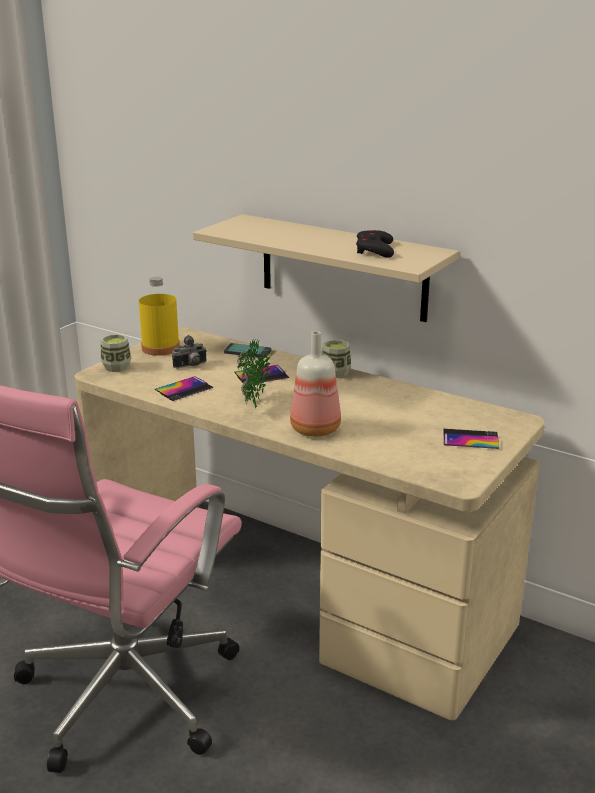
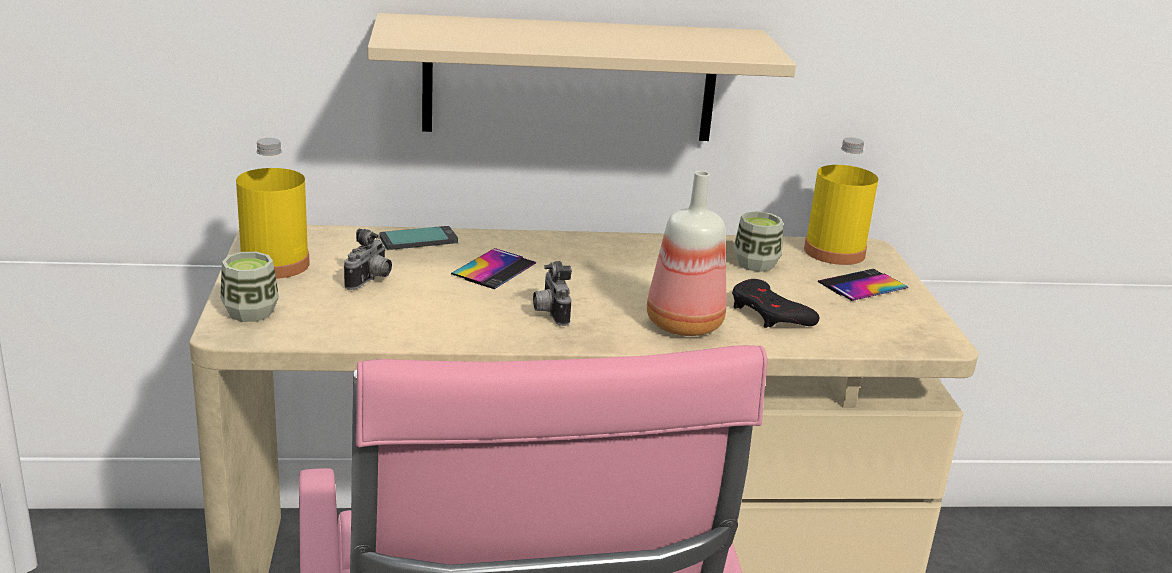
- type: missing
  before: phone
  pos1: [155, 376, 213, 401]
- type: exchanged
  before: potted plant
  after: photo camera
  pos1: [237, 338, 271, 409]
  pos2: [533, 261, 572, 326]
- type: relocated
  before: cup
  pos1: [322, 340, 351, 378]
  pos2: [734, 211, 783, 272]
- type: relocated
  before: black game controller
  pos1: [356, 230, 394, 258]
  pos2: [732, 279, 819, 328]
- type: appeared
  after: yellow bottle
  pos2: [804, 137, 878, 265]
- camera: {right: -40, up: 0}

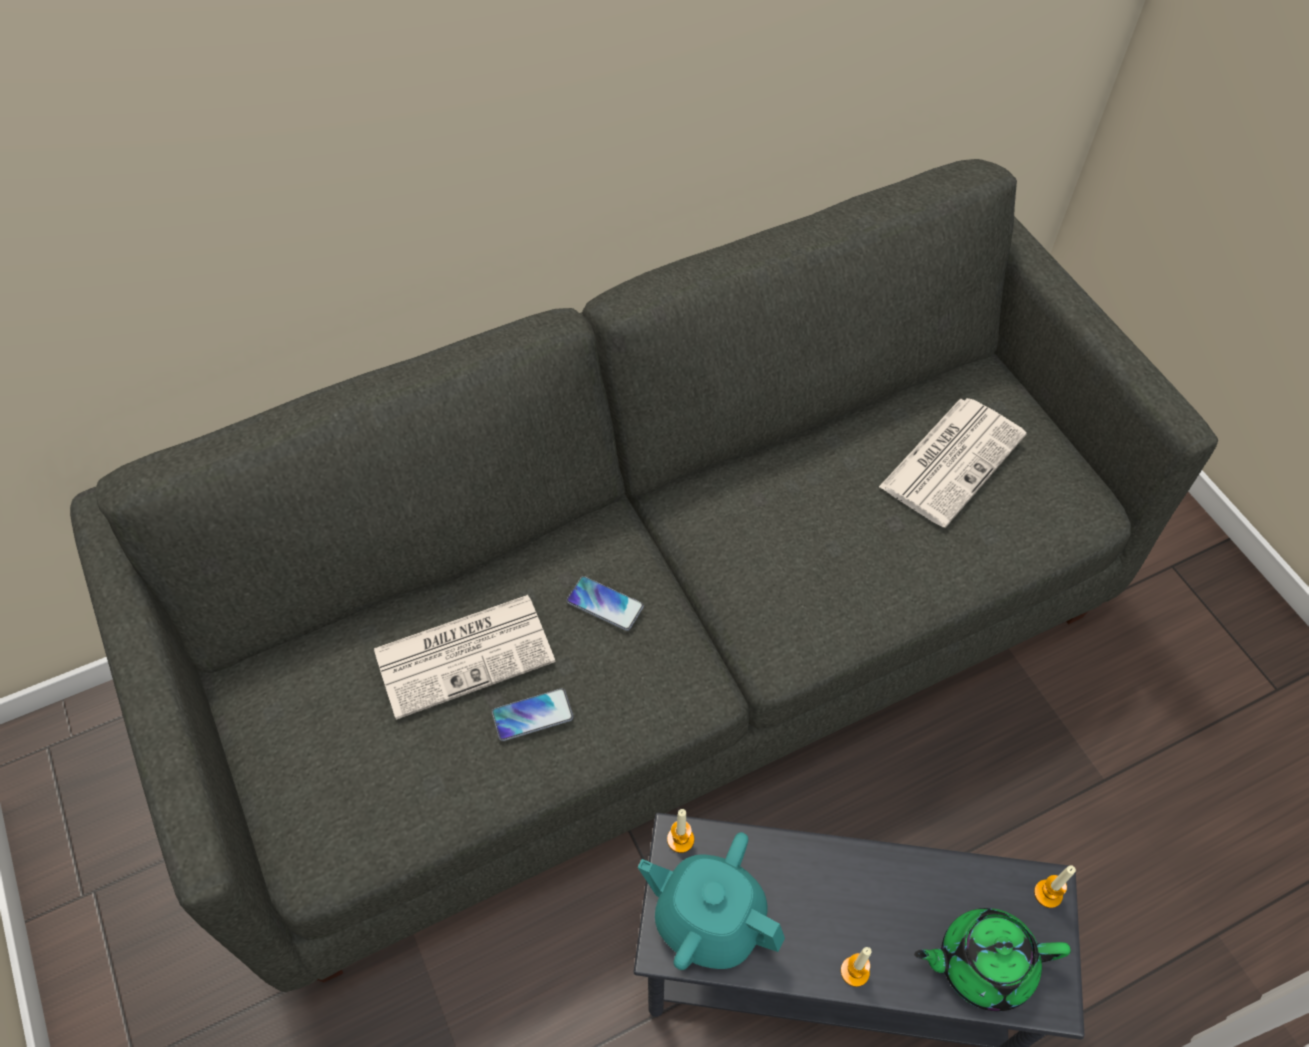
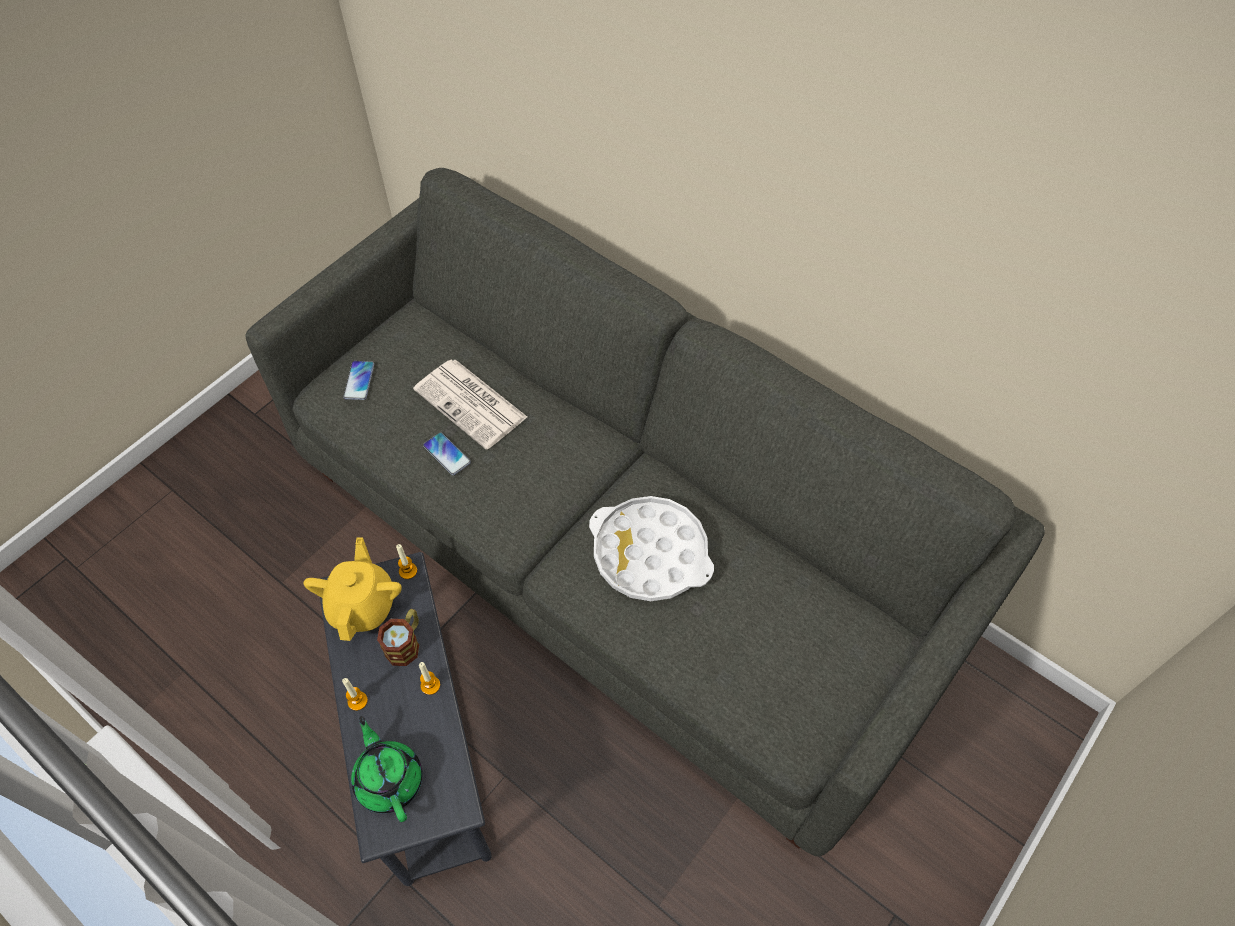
- type: relocated
  before: phone
  pos1: [567, 576, 644, 631]
  pos2: [343, 361, 374, 400]
- type: colour
  before: turquoise teapot
  after: yellow teapot
  pos1: [638, 832, 785, 970]
  pos2: [304, 538, 402, 641]
- type: missing
  before: newspaper
  pos1: [879, 398, 1027, 528]
- type: relocated
  before: candle
  pos1: [1034, 865, 1076, 908]
  pos2: [419, 662, 440, 695]
- type: appeared
  after: mug
  pos2: [377, 609, 419, 666]
- type: appeared
  after: white tray
  pos2: [589, 496, 714, 601]
- camera: {right: 65, up: 0}

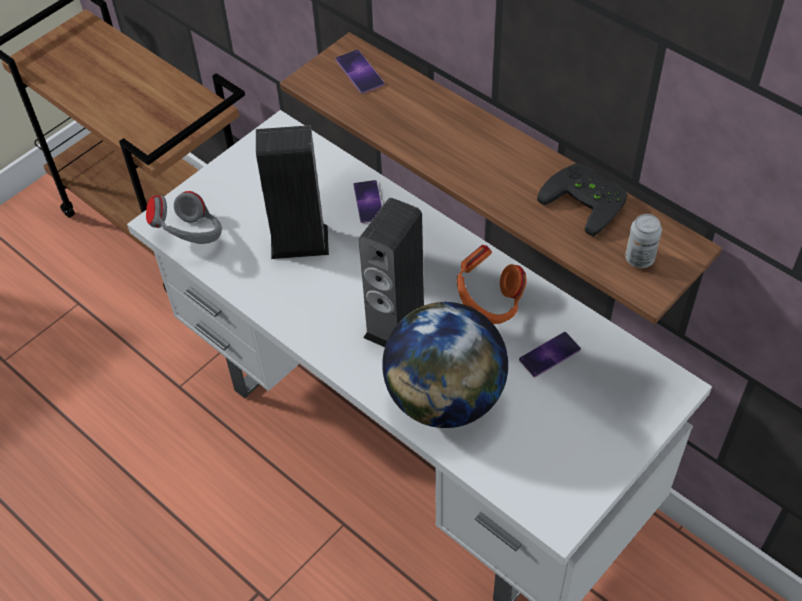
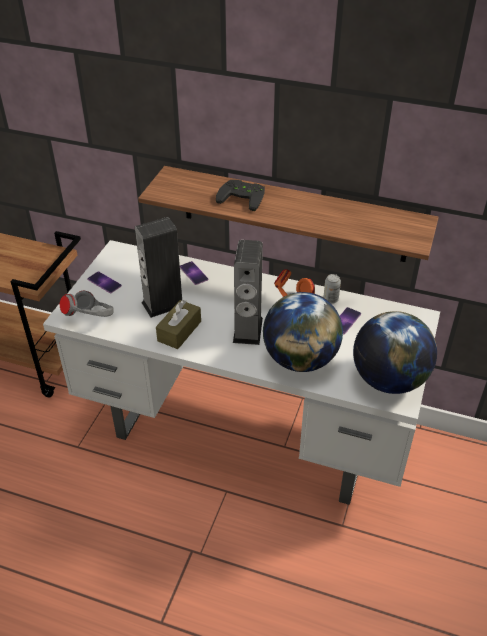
- type: relocated
  before: phone
  pos1: [335, 50, 385, 94]
  pos2: [87, 271, 122, 293]
- type: relocated
  before: black game controller
  pos1: [537, 163, 627, 237]
  pos2: [216, 180, 265, 211]
- type: relocated
  before: can
  pos1: [625, 214, 662, 268]
  pos2: [323, 274, 341, 304]
- type: appeared
  after: brown tissue box
  pos2: [156, 300, 201, 349]
- type: appeared
  after: globe
  pos2: [353, 311, 437, 394]
- camera: {right: -25, up: -10}

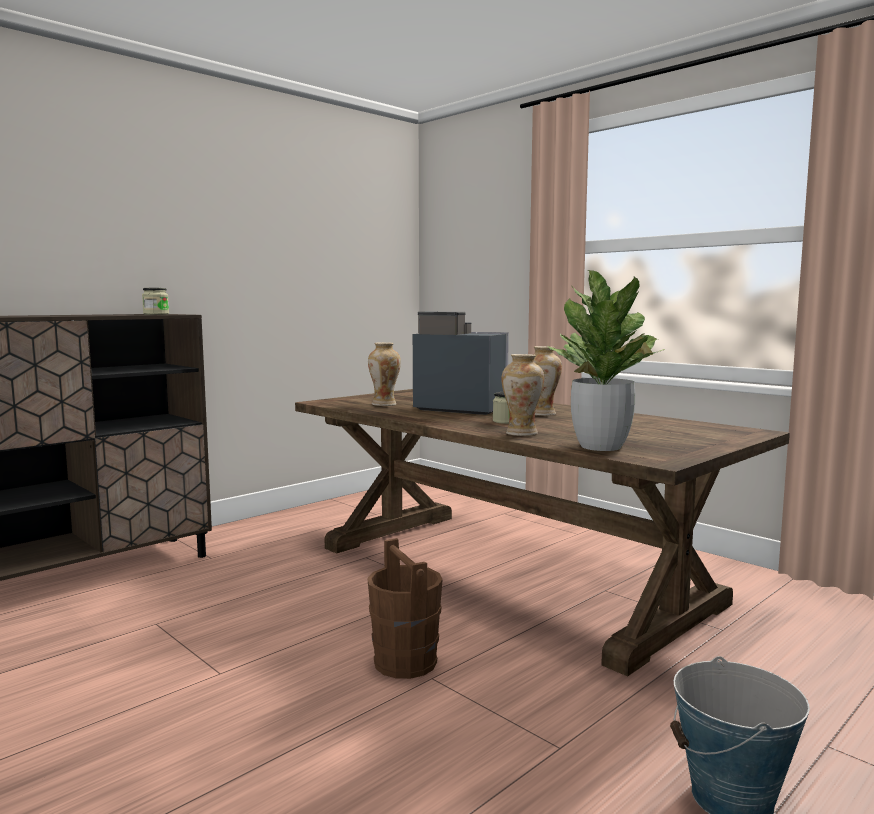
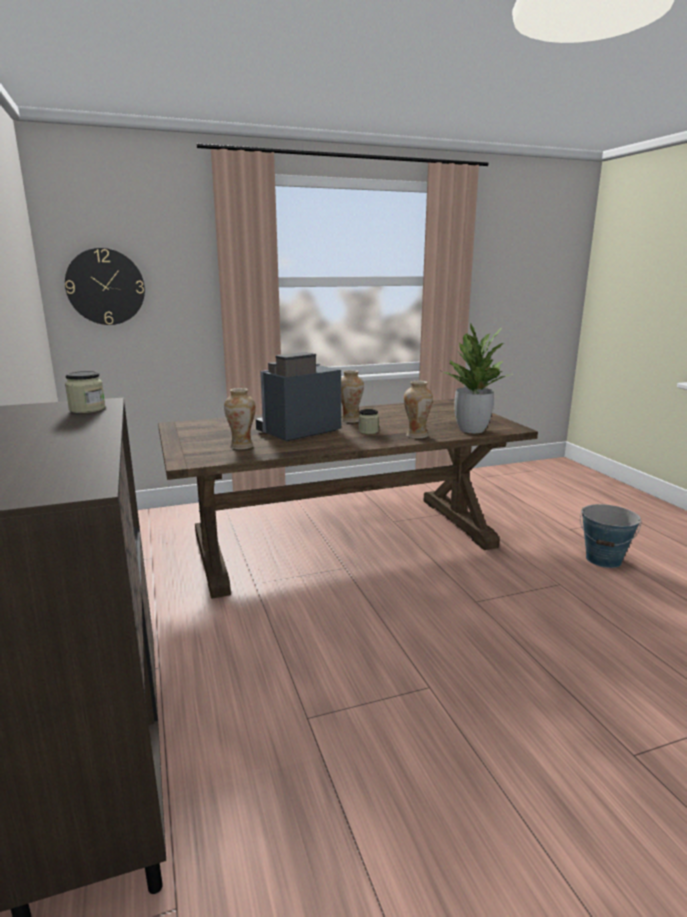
- type: missing
  before: brown bucket
  pos1: [367, 538, 443, 679]
- type: appeared
  after: wall clock
  pos2: [65, 248, 145, 325]
- camera: {right: -65, up: 10}

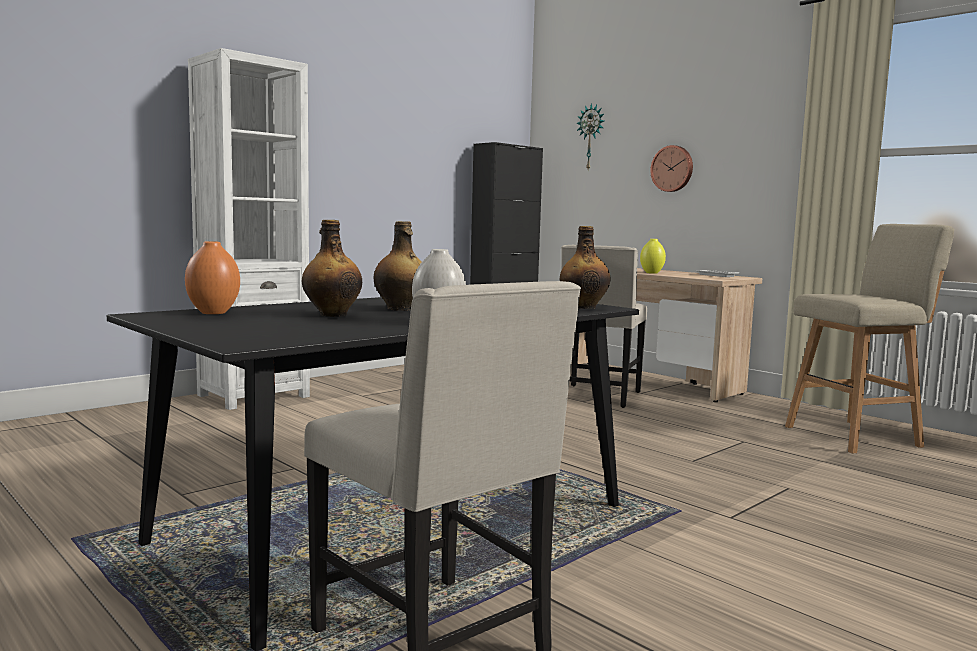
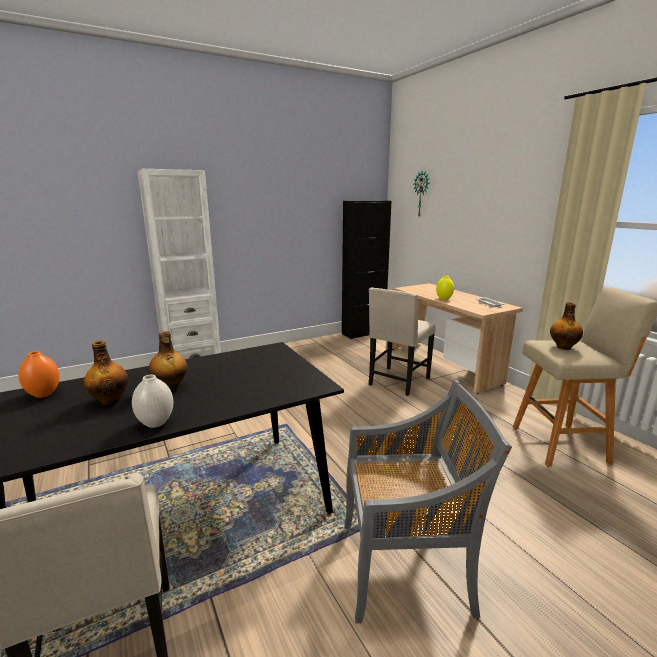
- type: relocated
  before: bottle
  pos1: [560, 226, 610, 309]
  pos2: [550, 302, 583, 350]
- type: missing
  before: wall clock
  pos1: [650, 145, 693, 192]
- type: appeared
  after: grey chair
  pos2: [345, 380, 512, 623]
- camera: {right: 15, up: 10}

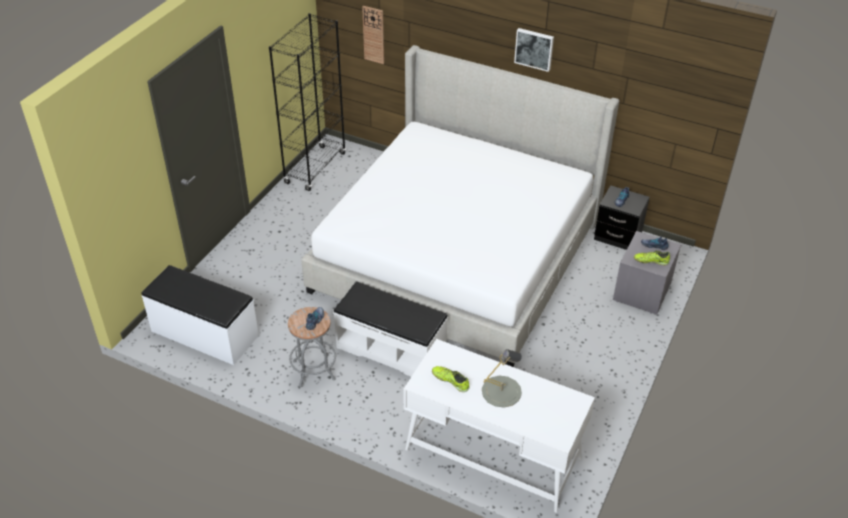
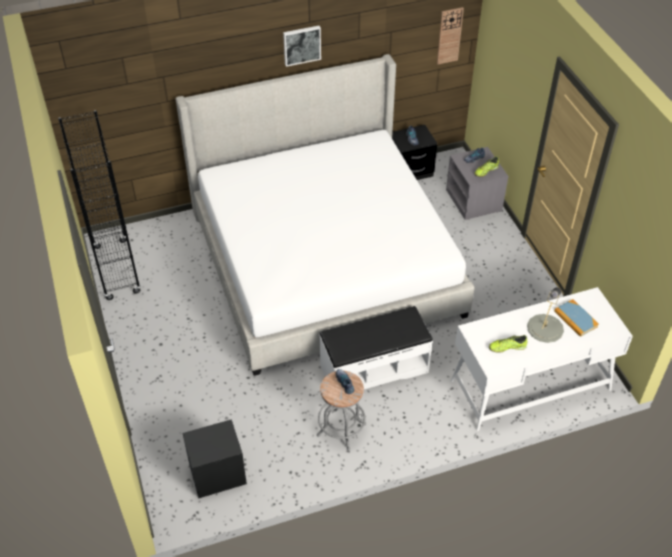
- type: exchanged
  before: white bench
  after: black nightstand
  pos1: [142, 265, 259, 365]
  pos2: [182, 419, 247, 498]
- type: relocated
  before: wall clock
  pos1: [362, 6, 384, 64]
  pos2: [437, 7, 464, 64]
- type: appeared
  after: book
  pos2: [554, 299, 599, 337]
- camera: {right: -45, up: 5}

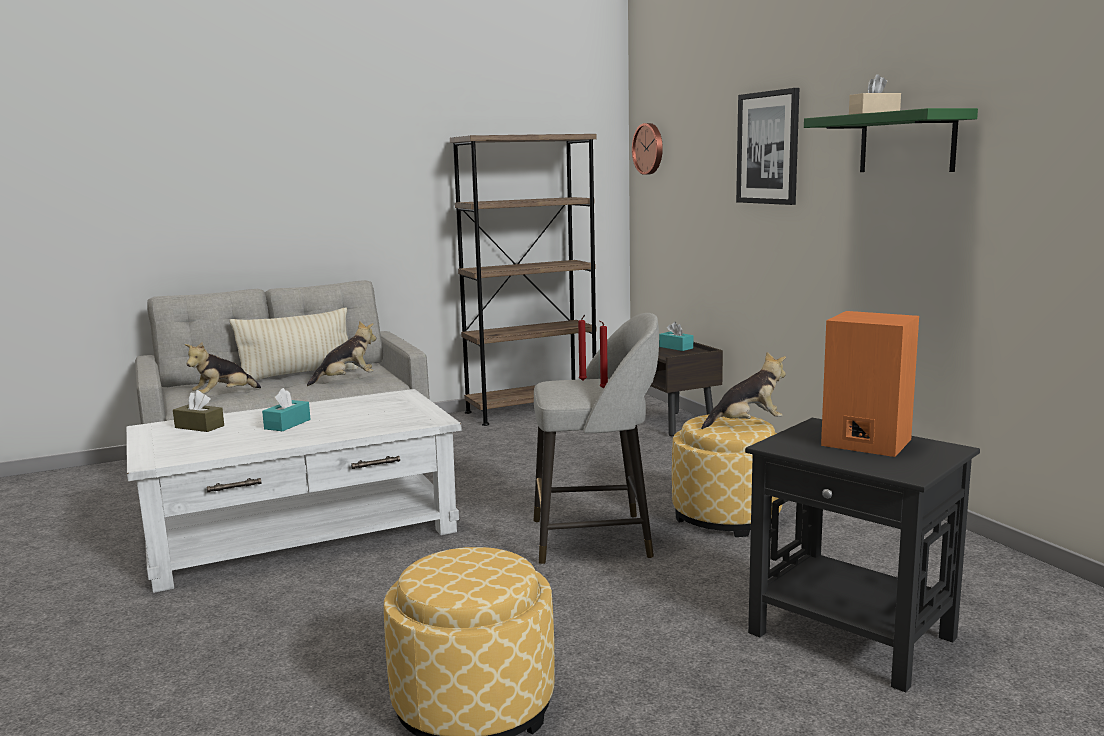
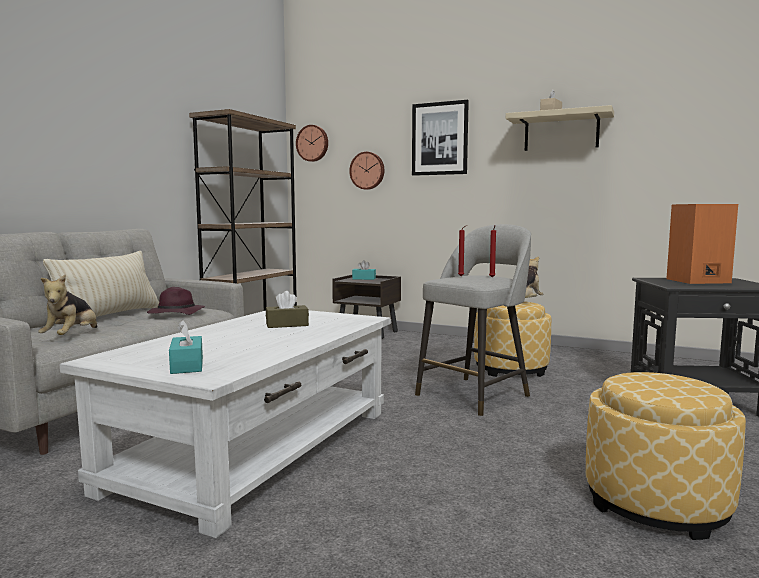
- type: relocated
  before: brown tissue box
  pos1: [173, 390, 224, 432]
  pos2: [266, 291, 309, 328]
- type: relocated
  before: turquoise tissue box
  pos1: [262, 388, 310, 431]
  pos2: [169, 320, 203, 374]
- type: exchanged
  before: plush toy
  after: purple hat
  pos1: [307, 321, 376, 386]
  pos2: [147, 287, 205, 315]
- type: colour
  before: green shelf
  after: beige shelf
  pos1: [804, 108, 978, 172]
  pos2: [506, 105, 614, 151]
- type: appeared
  after: wall clock
  pos2: [349, 152, 384, 190]
- camera: {right: -40, up: -5}

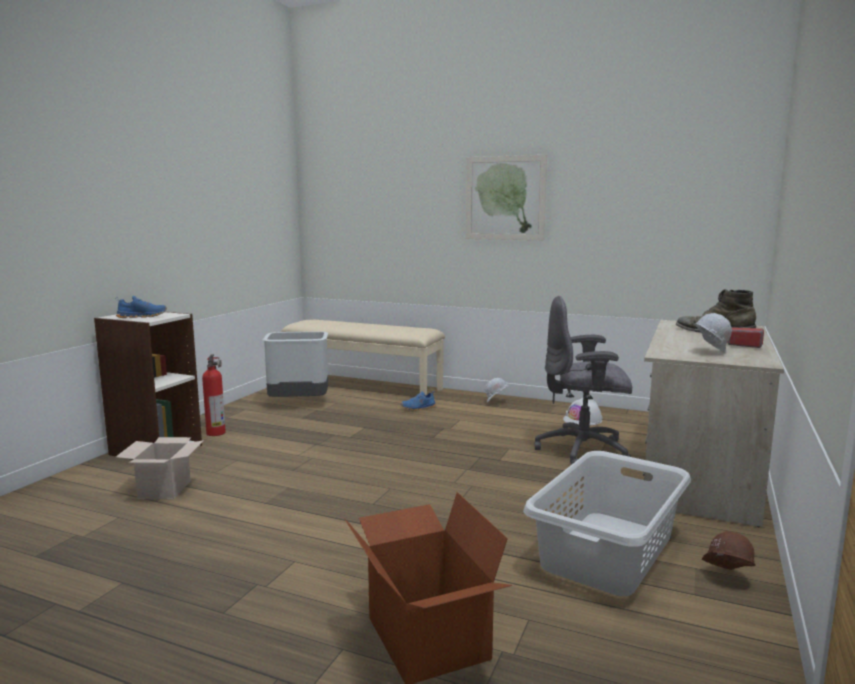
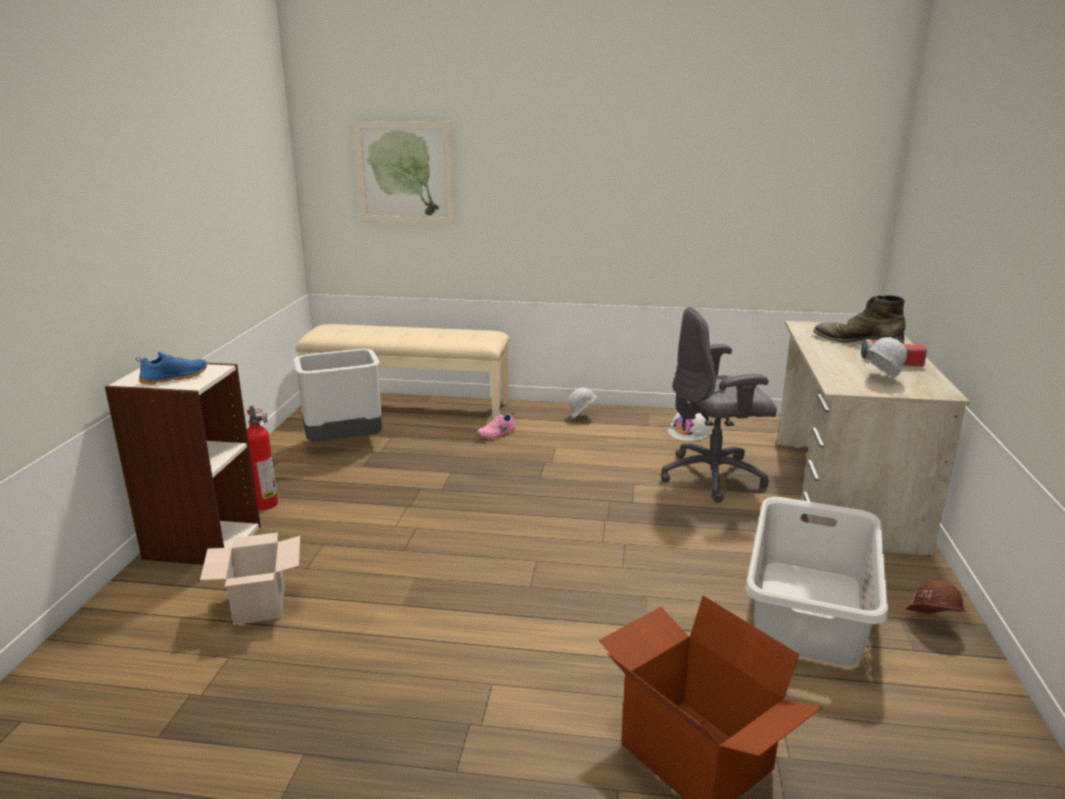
- type: colour
  before: blue shoe
  after: pink shoe
  pos1: [401, 391, 436, 411]
  pos2: [477, 412, 516, 439]
- type: relocated
  before: picture
  pos1: [466, 155, 547, 240]
  pos2: [353, 121, 455, 225]
- camera: {right: -15, up: 10}

